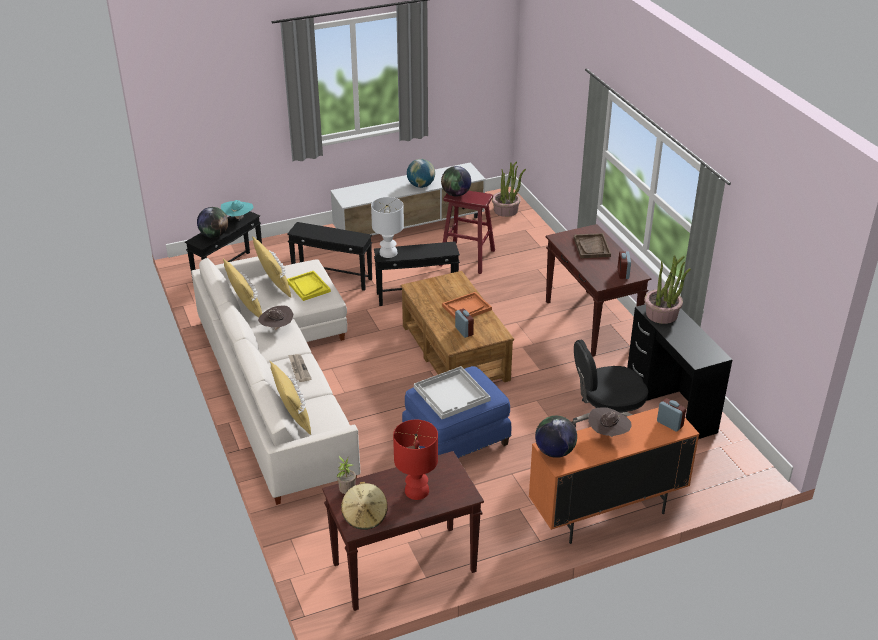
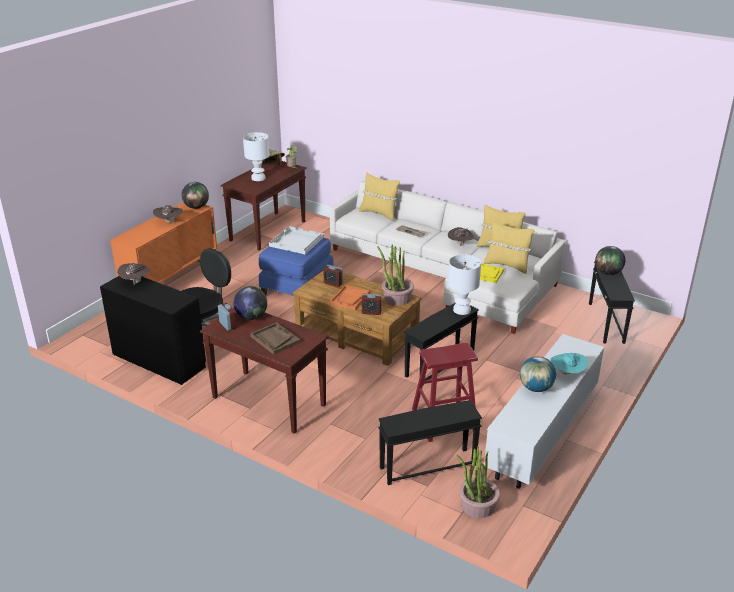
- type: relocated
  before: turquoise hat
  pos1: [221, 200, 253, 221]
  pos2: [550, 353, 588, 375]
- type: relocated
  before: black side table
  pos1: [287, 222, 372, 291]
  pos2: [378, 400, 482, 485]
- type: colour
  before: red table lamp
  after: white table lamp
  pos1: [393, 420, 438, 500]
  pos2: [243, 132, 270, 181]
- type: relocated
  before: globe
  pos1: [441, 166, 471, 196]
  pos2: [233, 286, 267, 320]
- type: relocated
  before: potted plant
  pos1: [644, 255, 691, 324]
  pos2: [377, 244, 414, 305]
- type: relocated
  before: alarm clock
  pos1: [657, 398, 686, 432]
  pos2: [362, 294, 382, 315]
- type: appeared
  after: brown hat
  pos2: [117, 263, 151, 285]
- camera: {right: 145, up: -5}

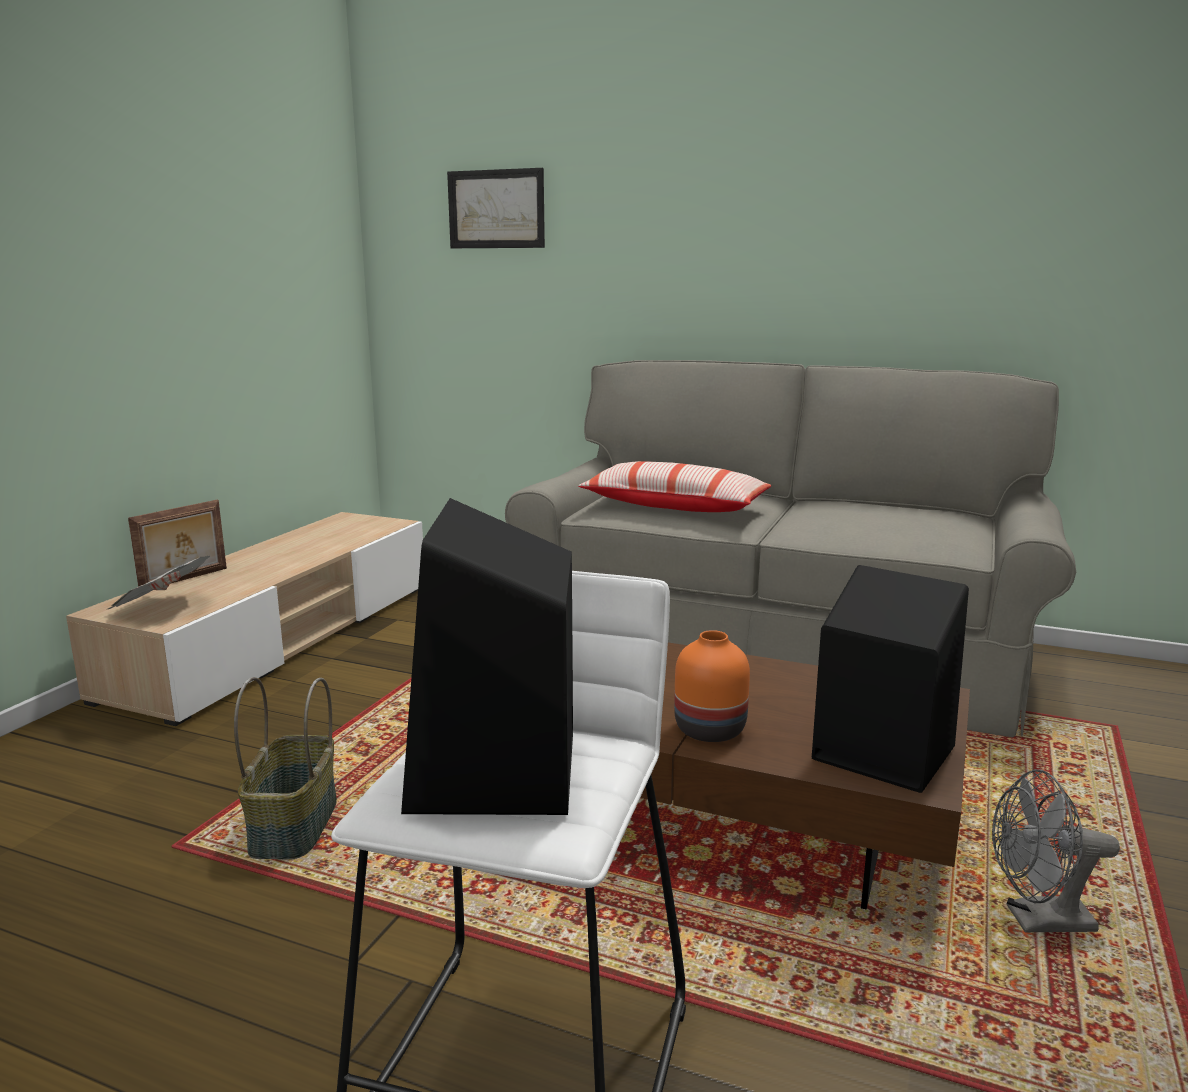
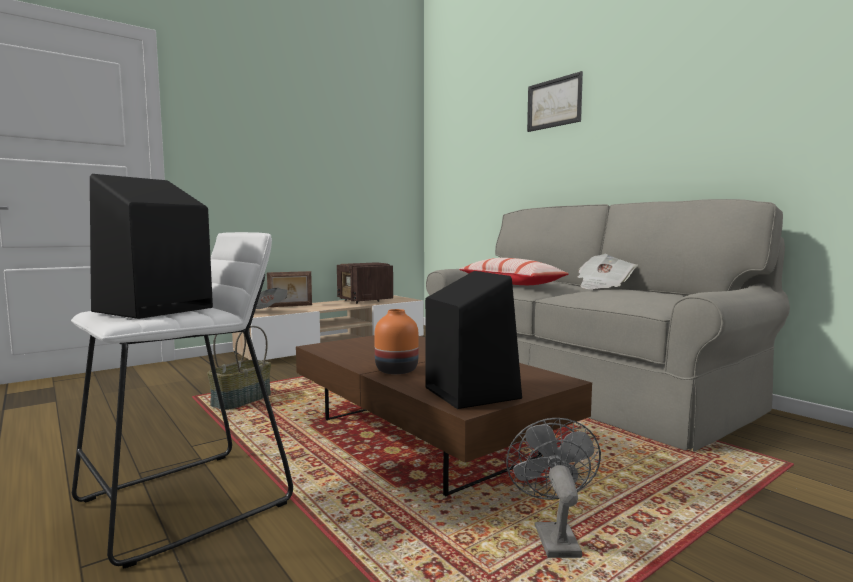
- type: relocated
  before: picture
  pos1: [447, 168, 545, 248]
  pos2: [527, 71, 583, 132]
- type: spun
  before: grey fan
  pos1: [992, 769, 1120, 932]
  pos2: [506, 418, 601, 558]
  turn: 60
- type: appeared
  after: radio
  pos2: [337, 262, 393, 304]
- type: appeared
  after: newspaper
  pos2: [578, 253, 638, 289]
- camera: {right: 30, up: -10}

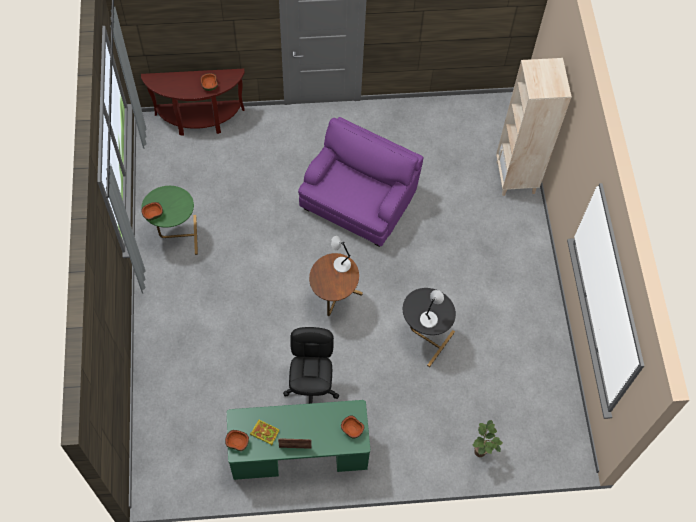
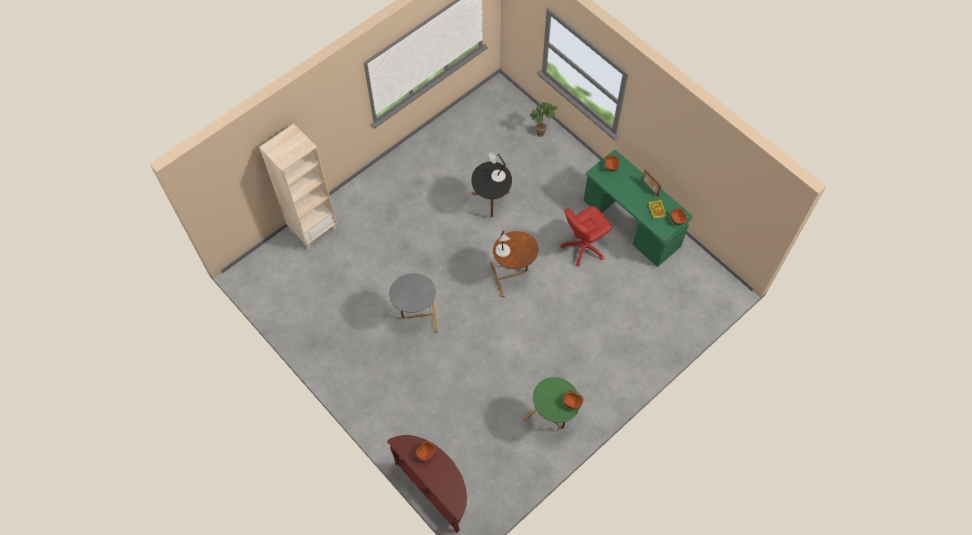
- type: colour
  before: black office chair
  after: red office chair
  pos1: [283, 327, 339, 404]
  pos2: [560, 206, 612, 266]
- type: exchanged
  before: purple armchair
  after: grey side table
  pos1: [298, 117, 423, 247]
  pos2: [389, 273, 438, 333]
- camera: {right: -125, up: 0}

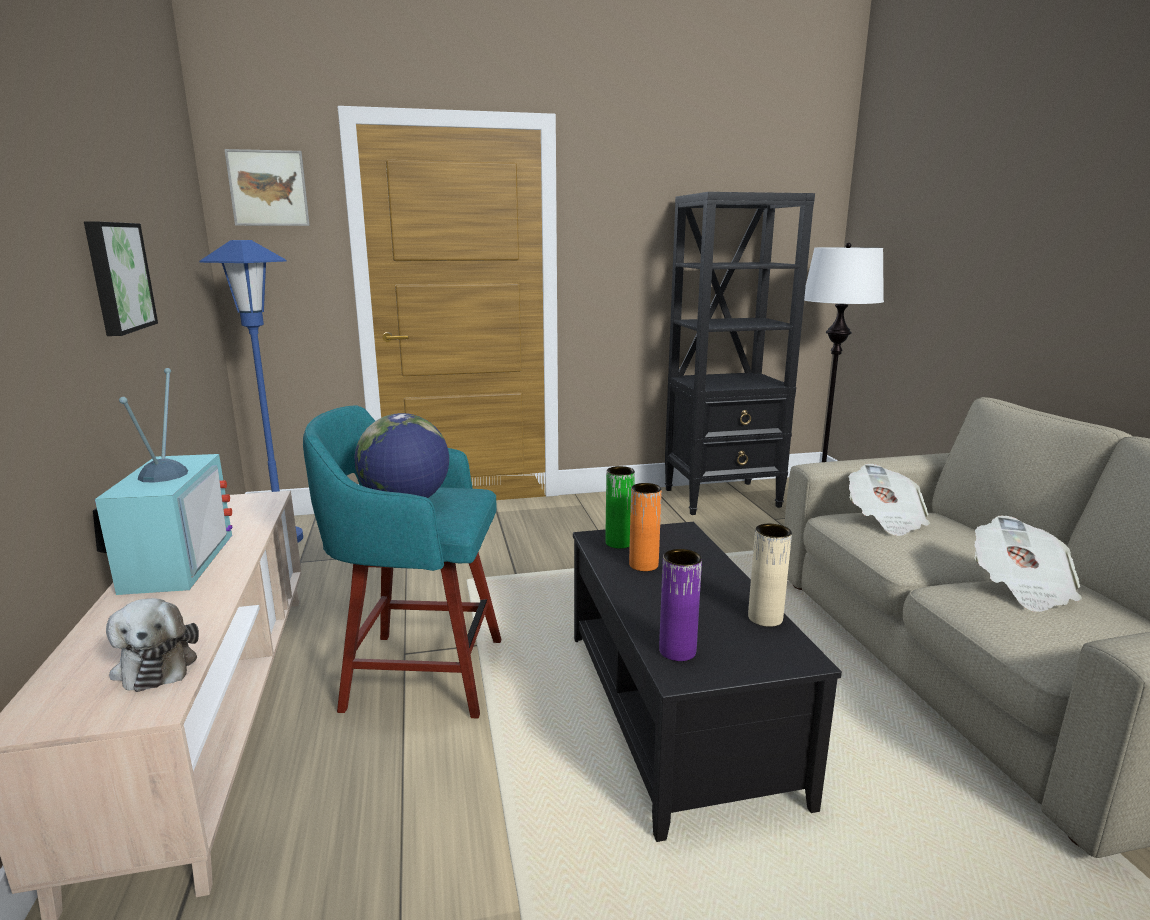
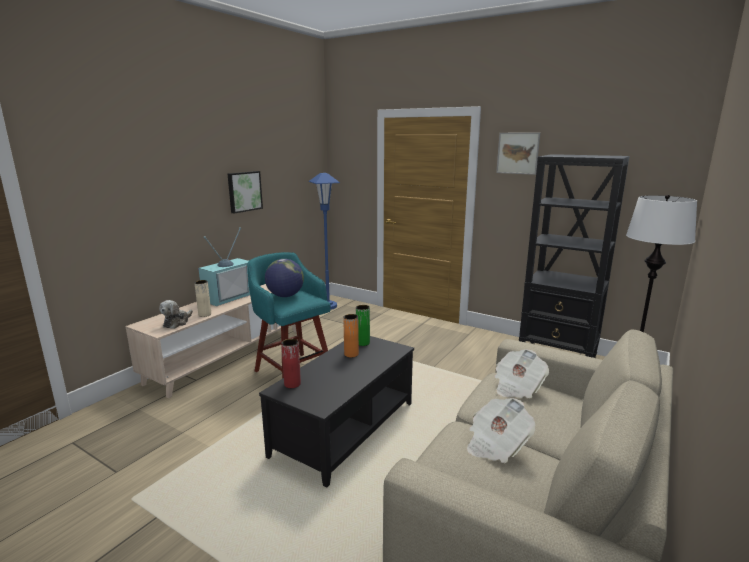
- type: relocated
  before: picture
  pos1: [224, 149, 310, 226]
  pos2: [496, 133, 540, 175]
- type: colour
  before: purple vase
  after: red vase
  pos1: [659, 549, 702, 661]
  pos2: [281, 339, 301, 388]
- type: relocated
  before: beige vase
  pos1: [748, 524, 792, 627]
  pos2: [194, 280, 211, 317]
- camera: {right: 45, up: 0}

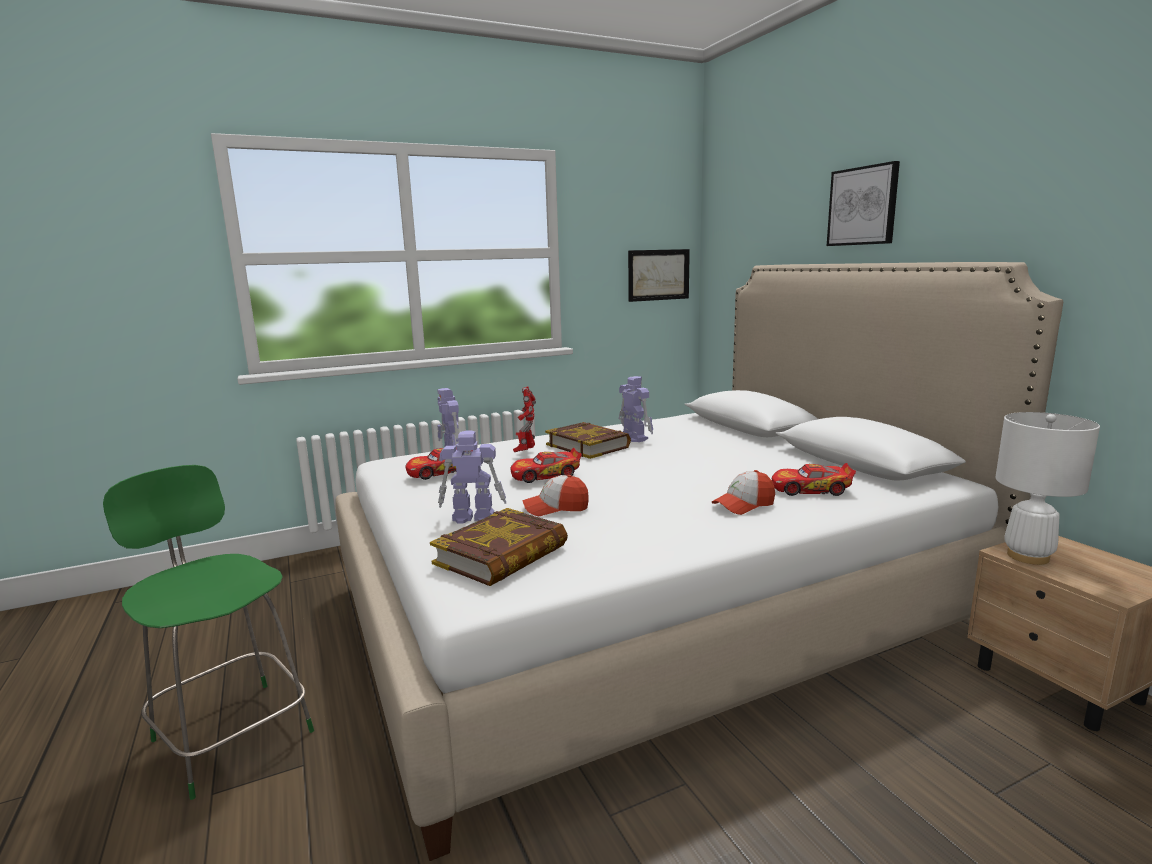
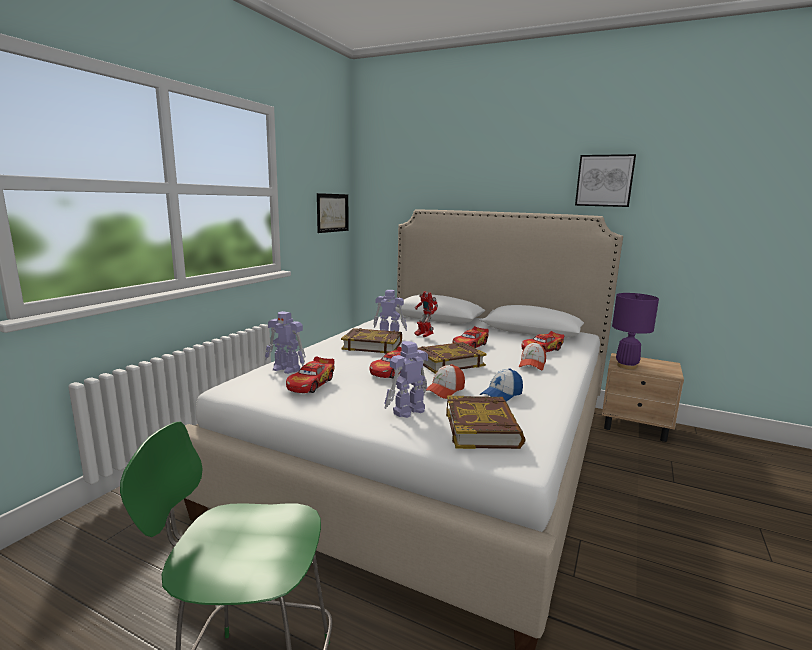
- type: relocated
  before: toy robot
  pos1: [513, 386, 536, 452]
  pos2: [414, 291, 438, 337]
- type: relocated
  before: picture
  pos1: [827, 161, 900, 246]
  pos2: [575, 154, 636, 207]
- type: colour
  before: white table lamp
  after: purple table lamp
  pos1: [995, 412, 1100, 565]
  pos2: [612, 293, 659, 369]
- type: appeared
  after: book
  pos2: [417, 342, 487, 374]
- type: appeared
  after: toy car
  pos2: [453, 326, 489, 348]
- type: appeared
  after: cap
  pos2: [479, 368, 523, 402]
- camera: {right: -40, up: 0}

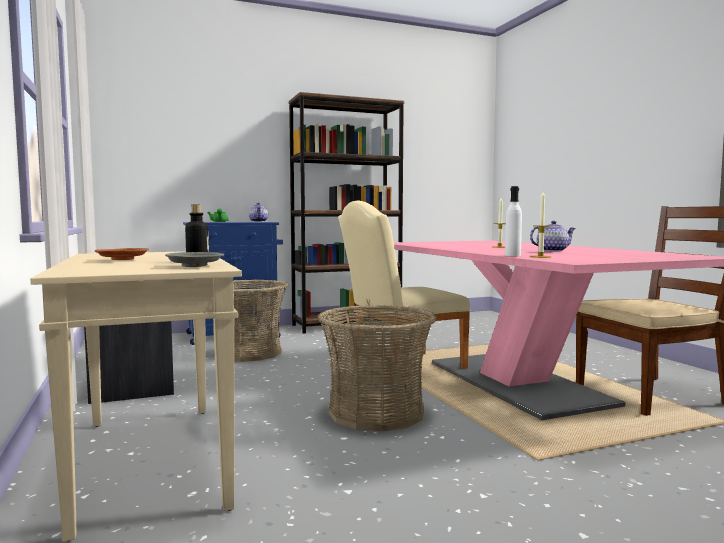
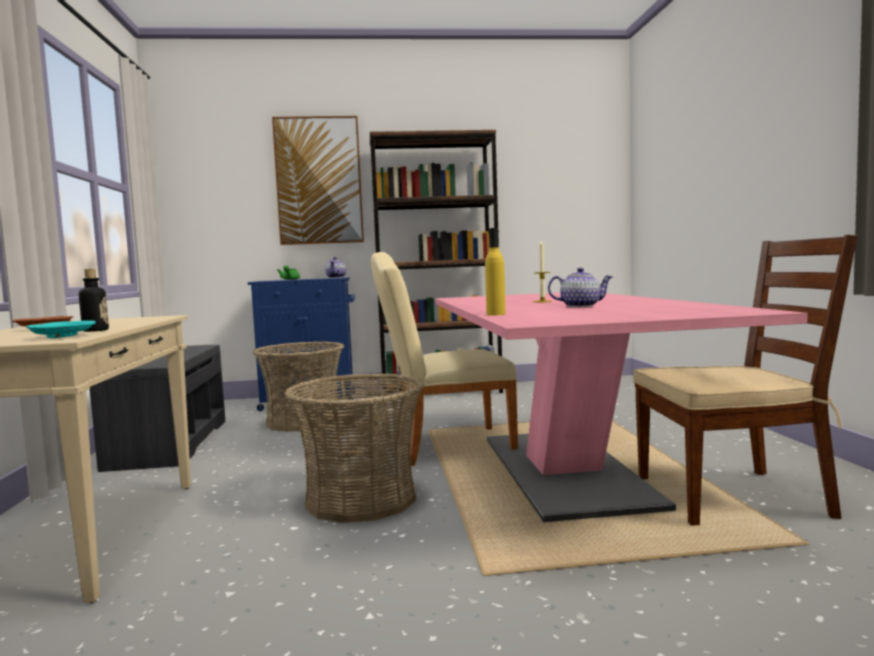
- type: colour
  before: grey plate
  after: turquoise plate
  pos1: [165, 252, 224, 267]
  pos2: [26, 320, 96, 338]
- type: colour
  before: white bottle
  after: yellow bottle
  pos1: [505, 186, 522, 256]
  pos2: [485, 228, 506, 315]
- type: missing
  before: candle
  pos1: [530, 192, 551, 258]
- type: appeared
  after: picture
  pos2: [272, 116, 364, 245]
- camera: {right: 15, up: 0}

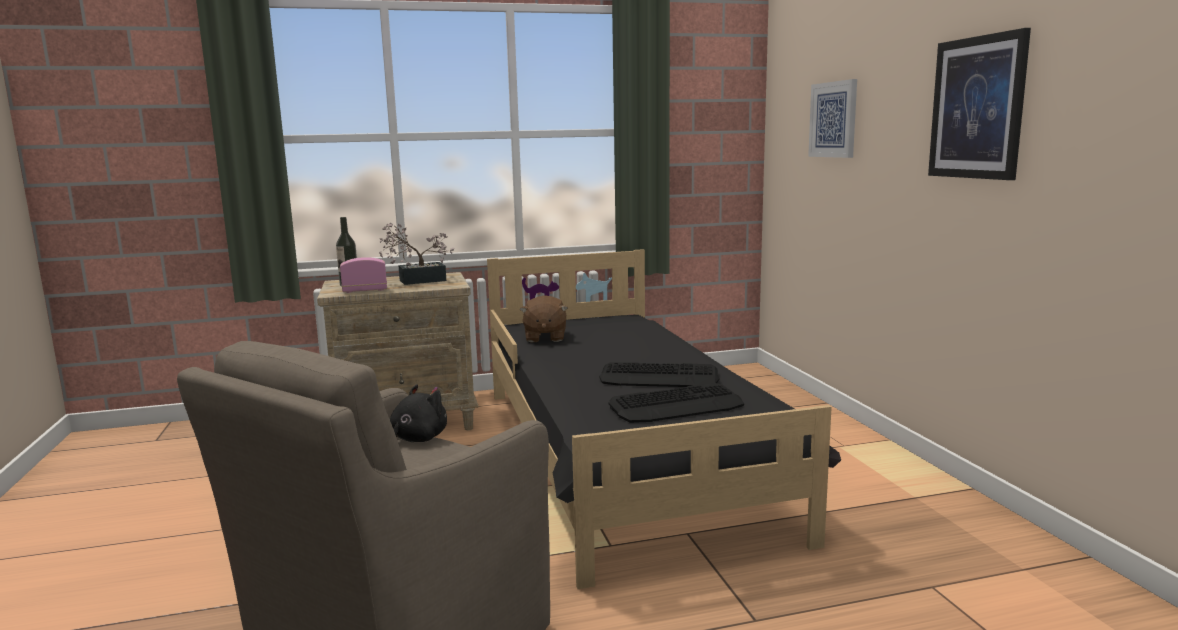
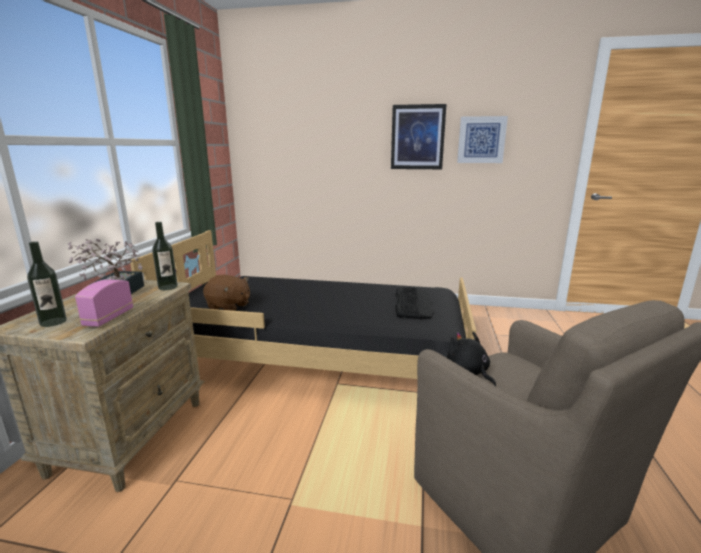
- type: missing
  before: keyboard
  pos1: [599, 362, 719, 387]
- type: relocated
  before: picture
  pos1: [808, 79, 857, 158]
  pos2: [457, 116, 508, 163]
- type: appeared
  after: bottle
  pos2: [152, 222, 178, 290]
- camera: {right: -65, up: 5}

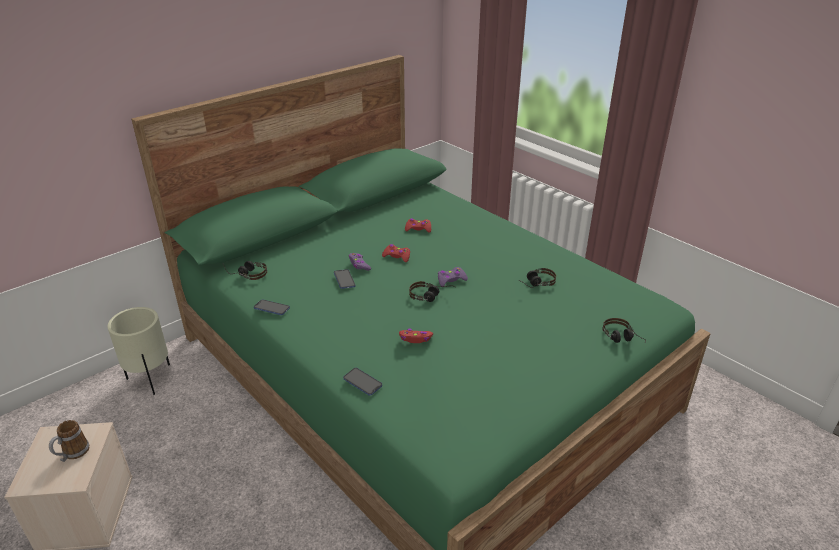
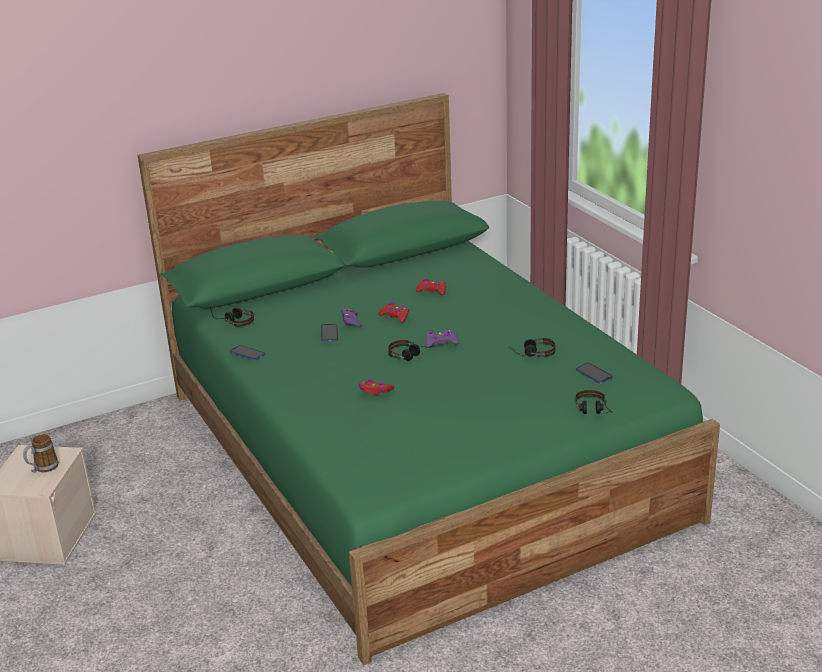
- type: missing
  before: beige planter
  pos1: [107, 307, 170, 395]
- type: relocated
  before: phone
  pos1: [343, 368, 382, 396]
  pos2: [576, 362, 613, 384]
- camera: {right: 15, up: -5}

